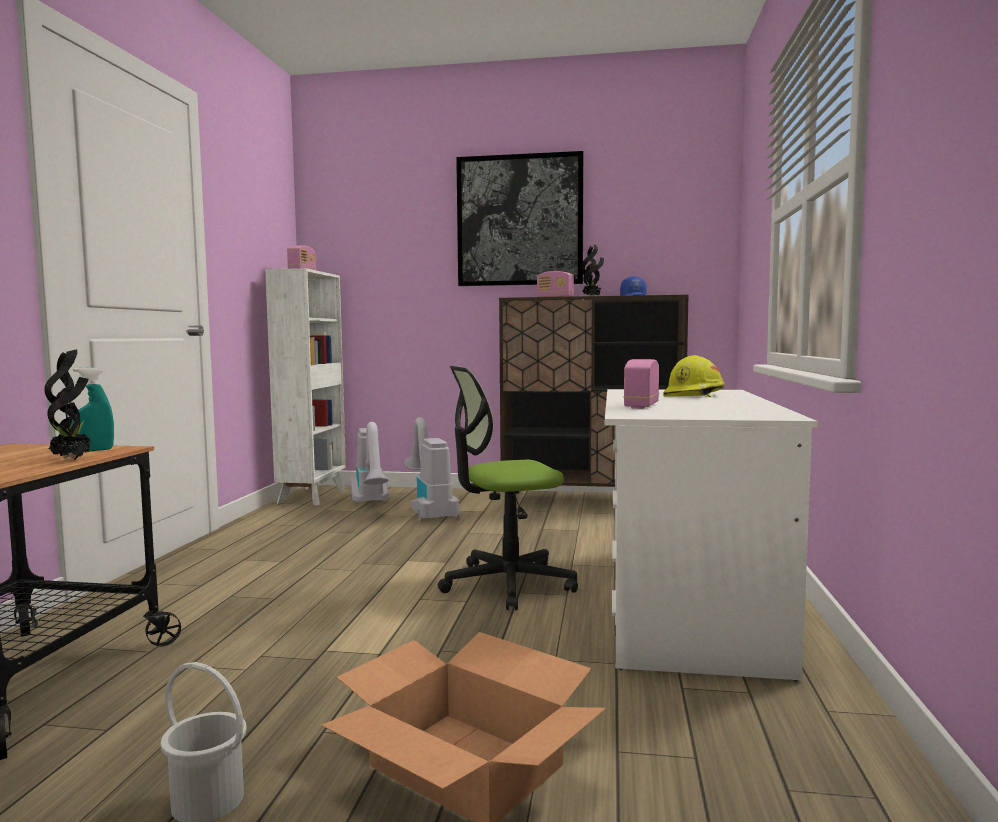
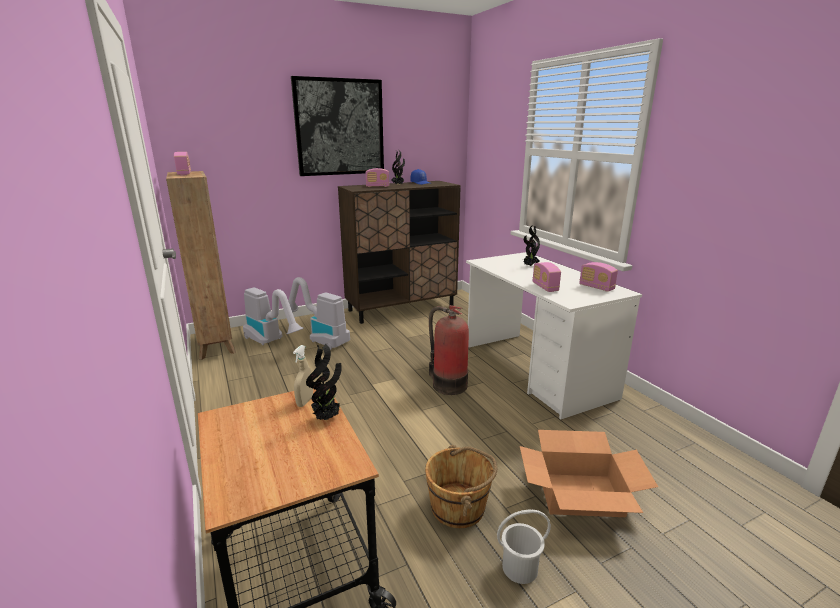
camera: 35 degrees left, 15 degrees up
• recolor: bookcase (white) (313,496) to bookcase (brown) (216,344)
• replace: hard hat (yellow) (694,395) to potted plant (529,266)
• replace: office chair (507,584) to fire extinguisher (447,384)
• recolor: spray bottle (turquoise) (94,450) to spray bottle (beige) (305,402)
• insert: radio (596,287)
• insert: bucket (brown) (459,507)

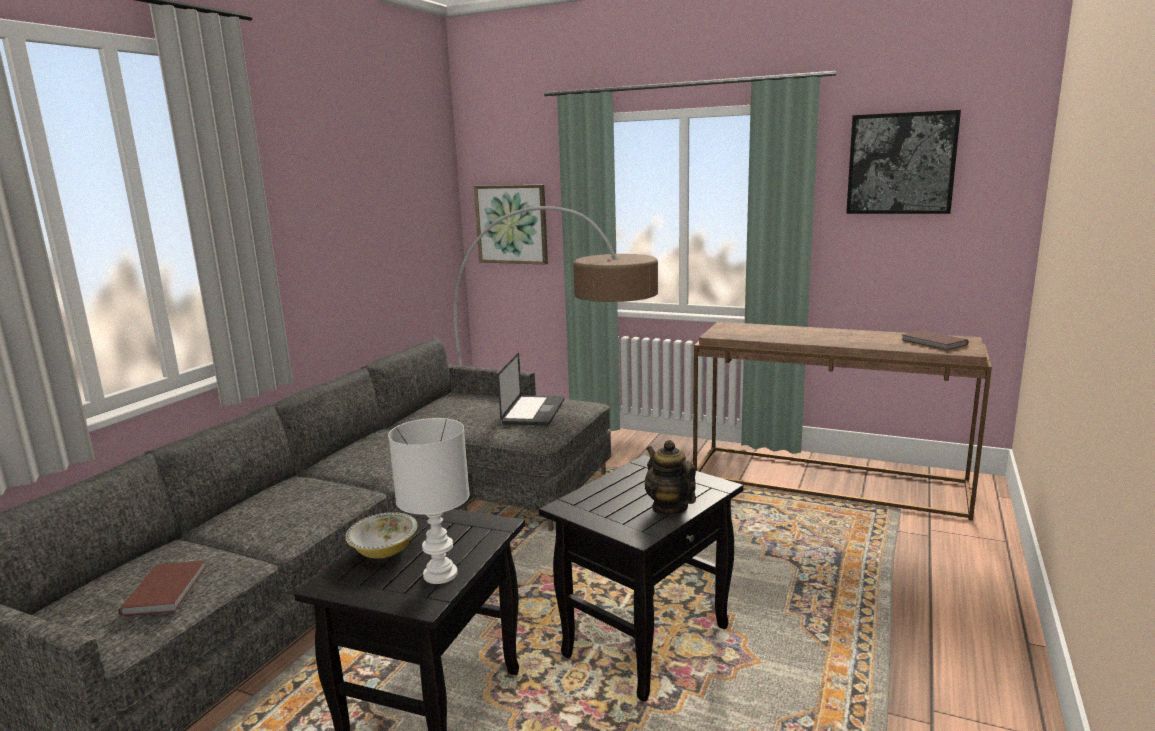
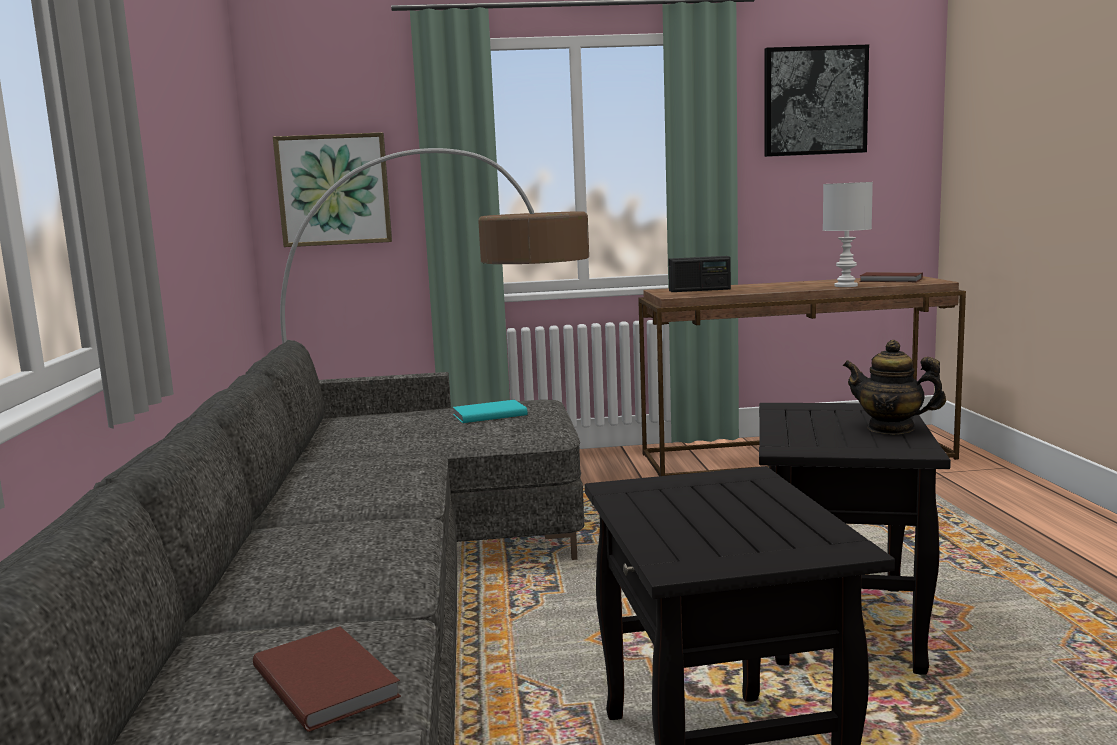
camera: 30 degrees left, 5 degrees down
• replace: laptop (533,412) to book (turquoise) (488,414)
• move: table lamp (white) (441,575) to (847,286)
• delete: bowl (384,551)
• insert: radio (699,290)

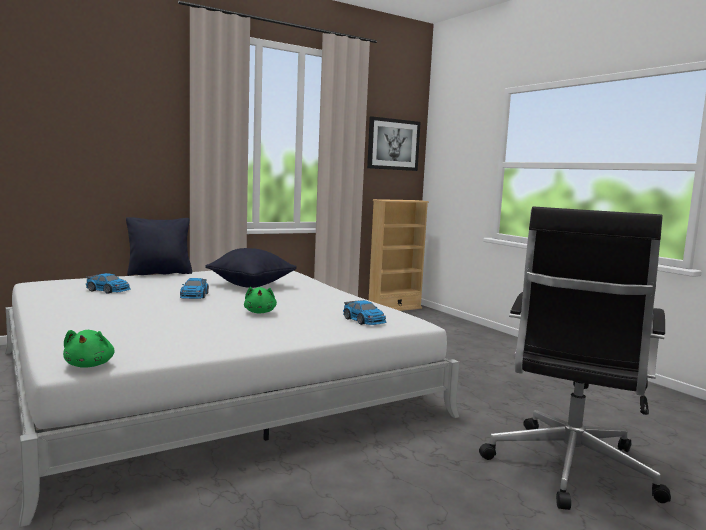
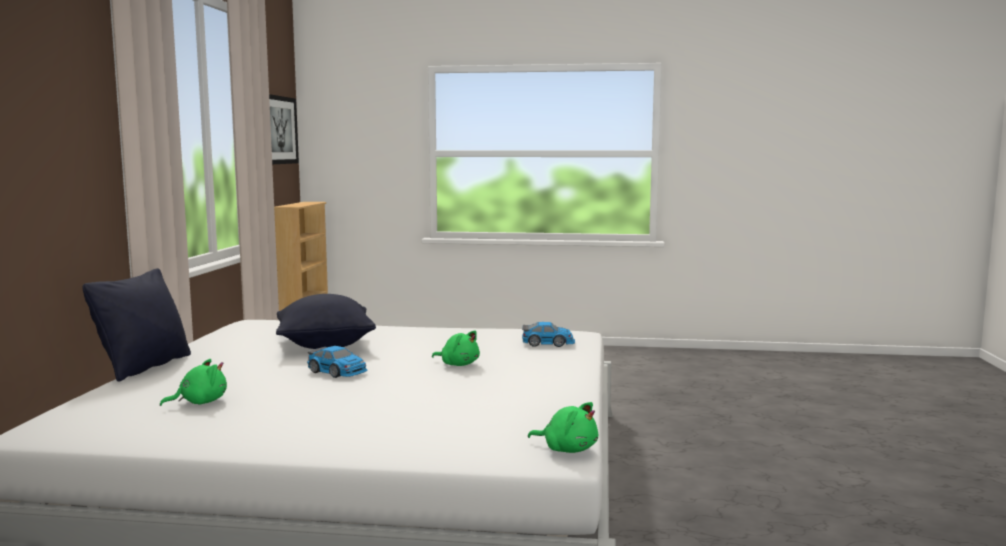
camera: 50 degrees left, 0 degrees up
• delete: office chair (black) (569,469)
• replace: toy car (108,290) to plush toy (green) (200,402)

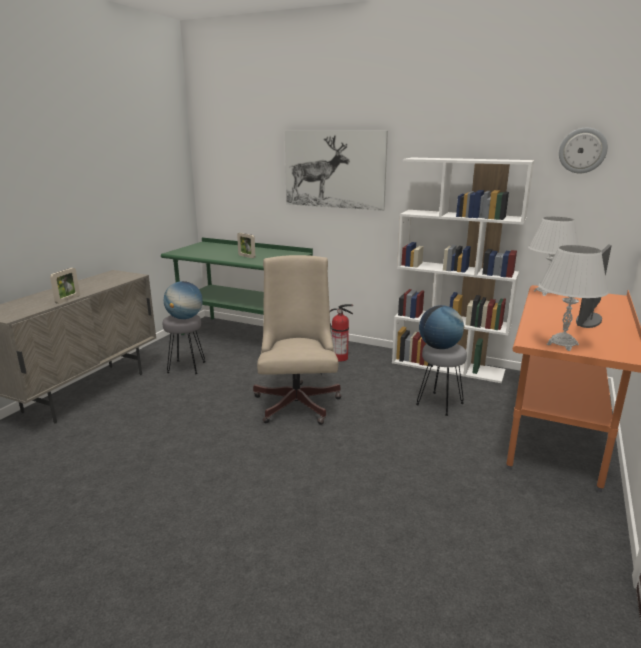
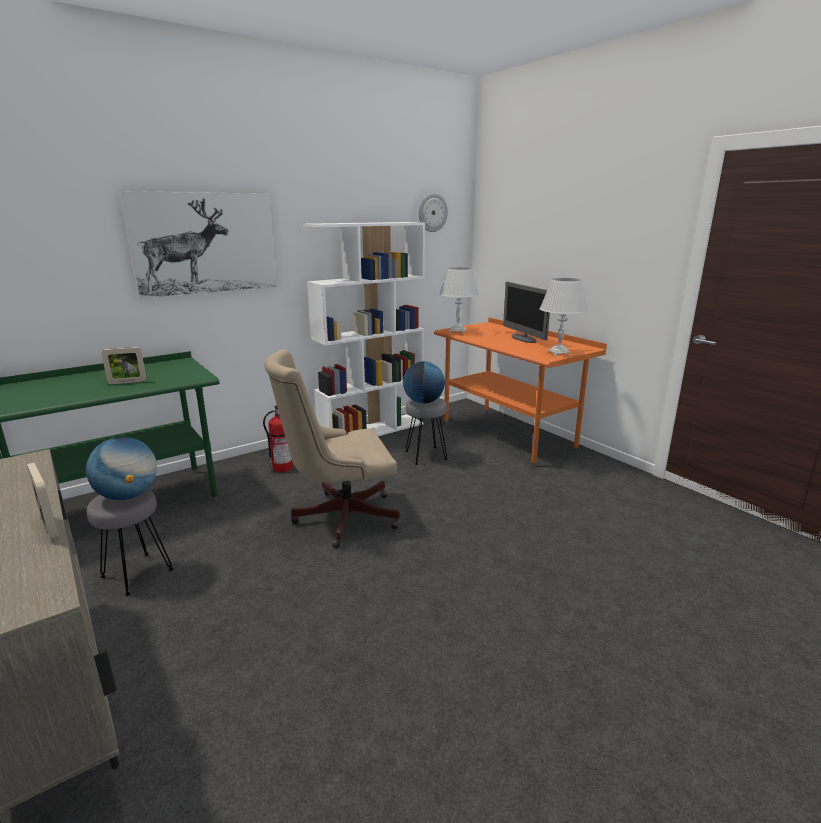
camera: 60 degrees left, 0 degrees up
• rotate: office chair (beige) (298,401) = (339,517) 45 degrees counterclockwise

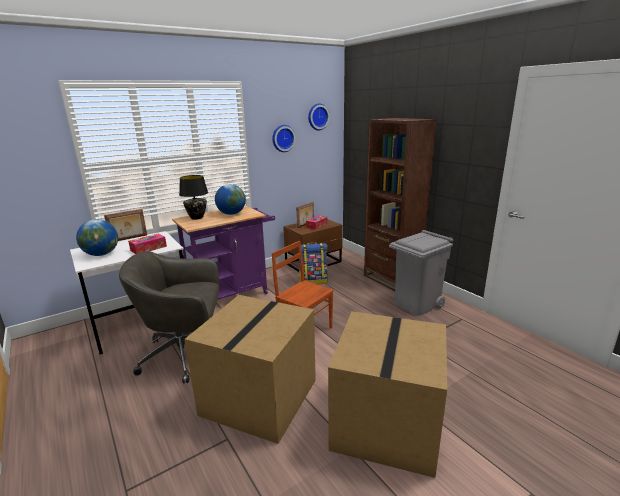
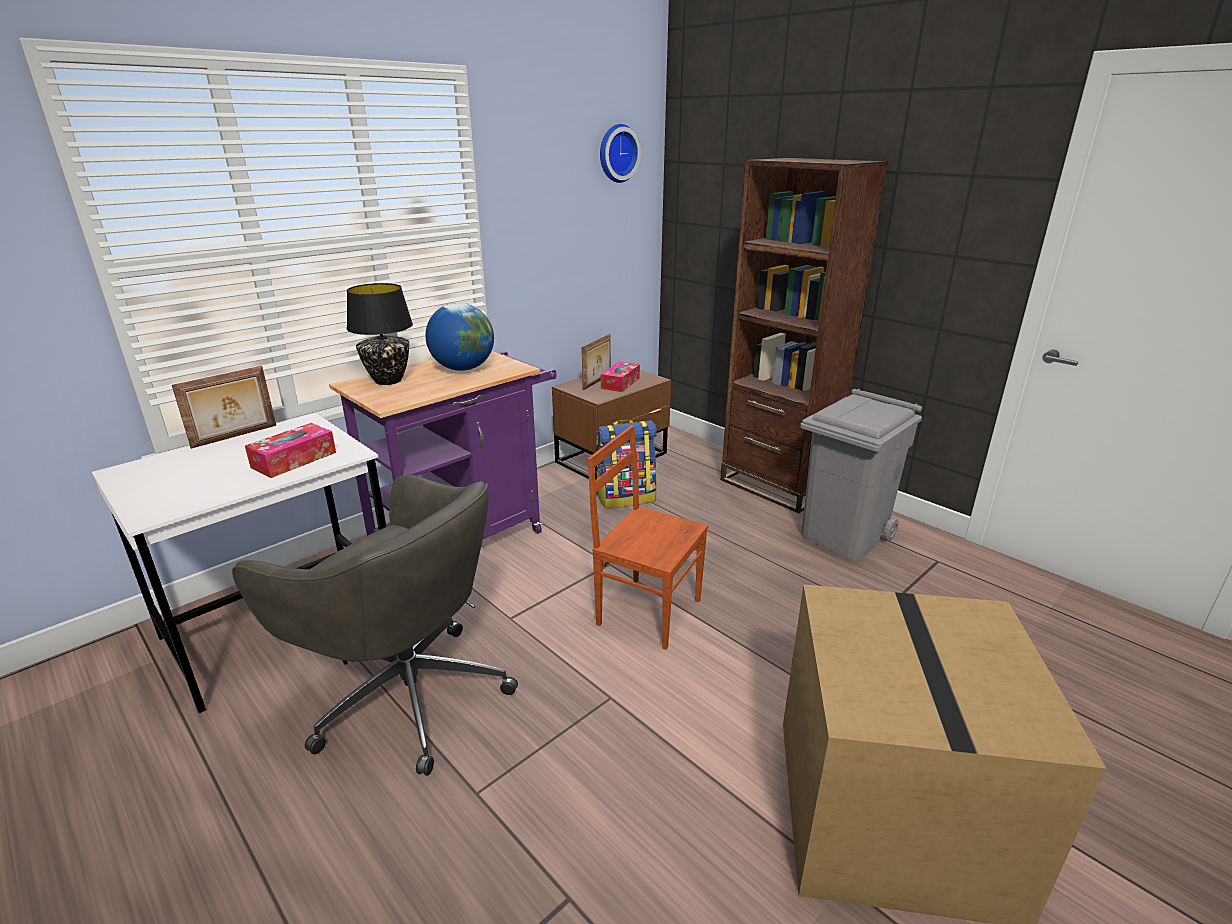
camera: 10 degrees left, 5 degrees up
• delete: wall clock (282,138)
• delete: globe (101,254)
• rotate: office chair (grey) (186,354) = (407,693) 135 degrees counterclockwise
• delete: cardboard box (259,395)

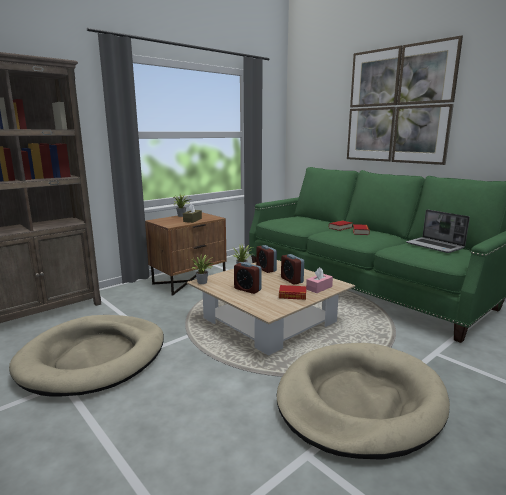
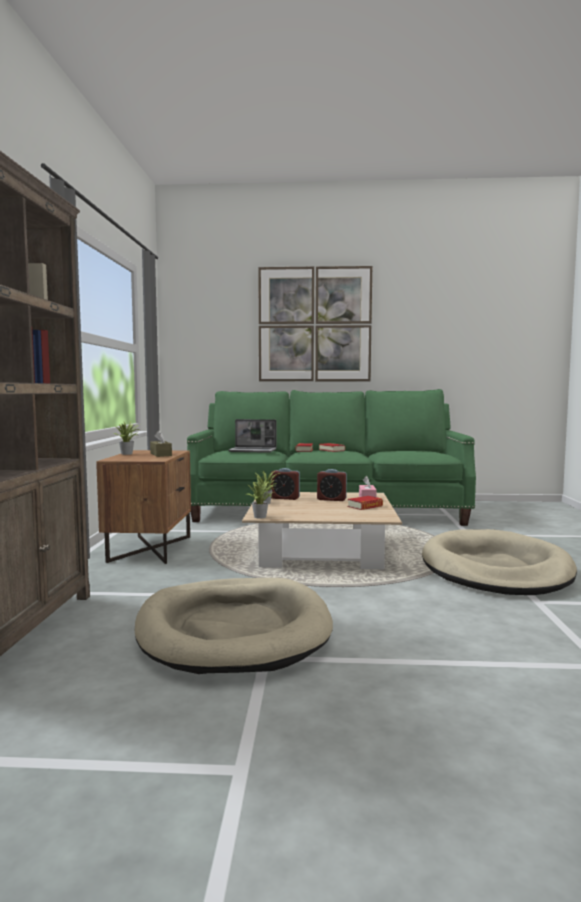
camera: 45 degrees left, 10 degrees down
• move: laptop (435,246) to (253,451)
• delete: alarm clock (247,289)

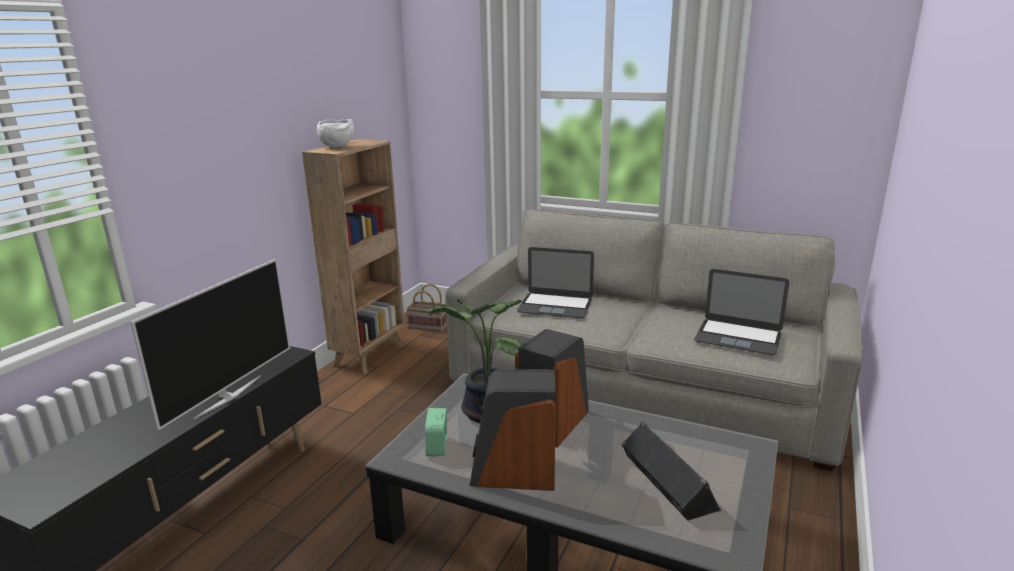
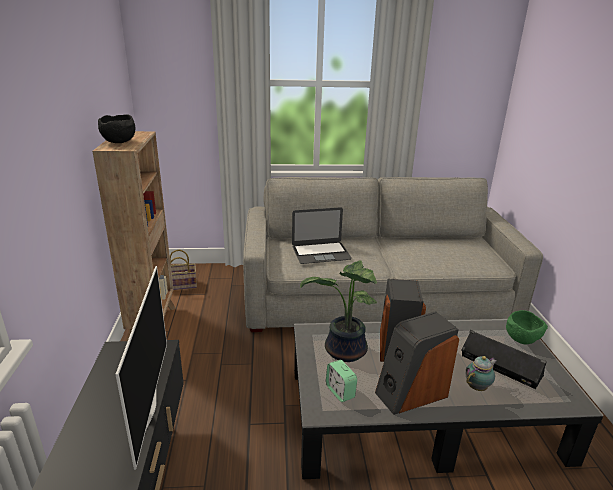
camera: 30 degrees left, 5 degrees up
• recolor: bowl (white) (338,147) to bowl (black) (120,142)
• delete: laptop (738,337)
• insert: bowl (green) (522,339)
• insert: teapot (478,387)

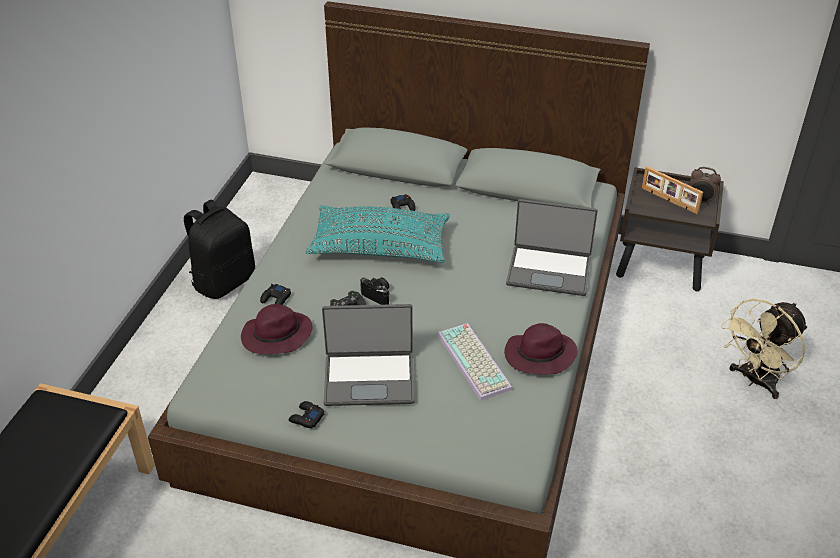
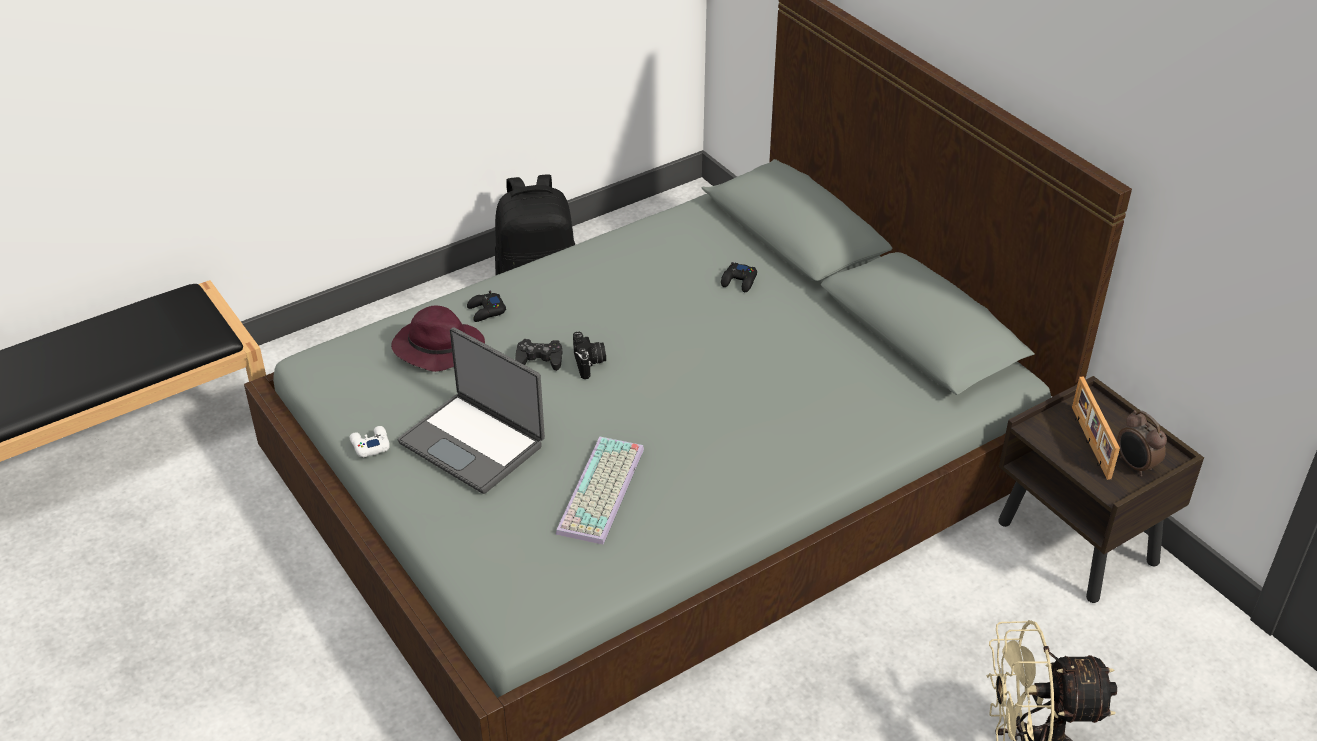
camera: 40 degrees right, 0 degrees up
• delete: laptop (549,270)
• delete: pillow (turquoise) (380,247)
• delete: hat (purple) (539,356)
• recolor: game controller (black) (306,418) to game controller (white) (370,445)

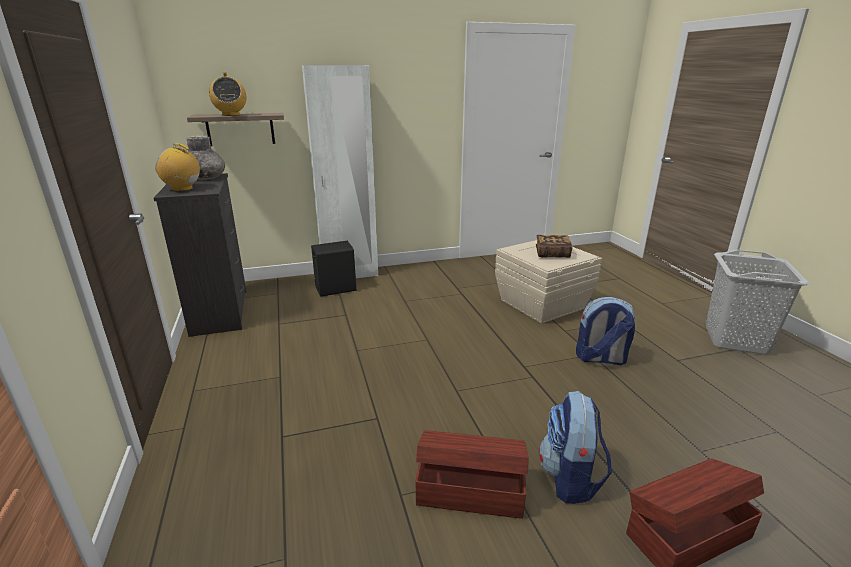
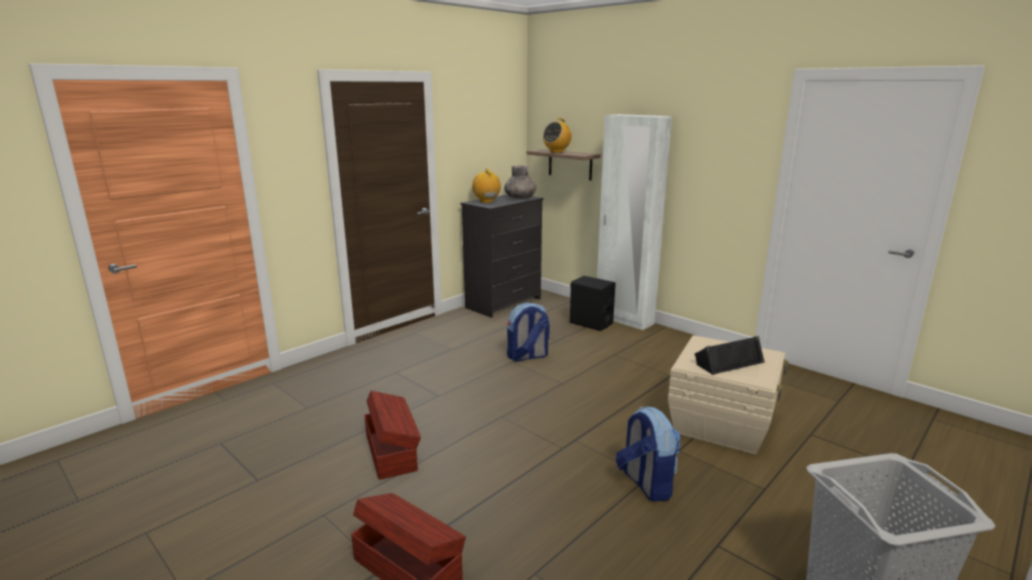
camera: 60 degrees right, 5 degrees down
• replace: book (552,254) to speaker (black) (728,362)
• move: backpack (570,478) to (527,356)

